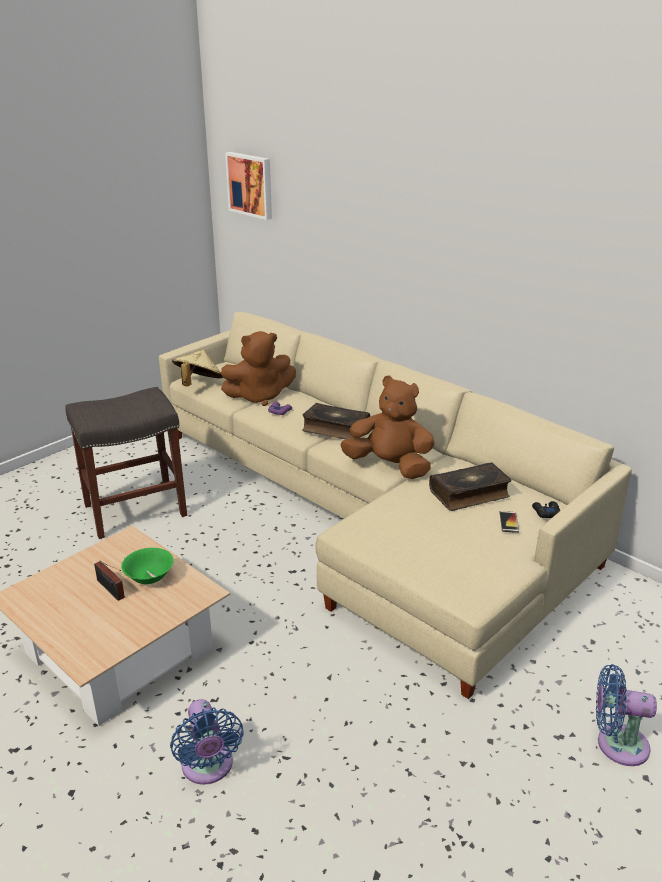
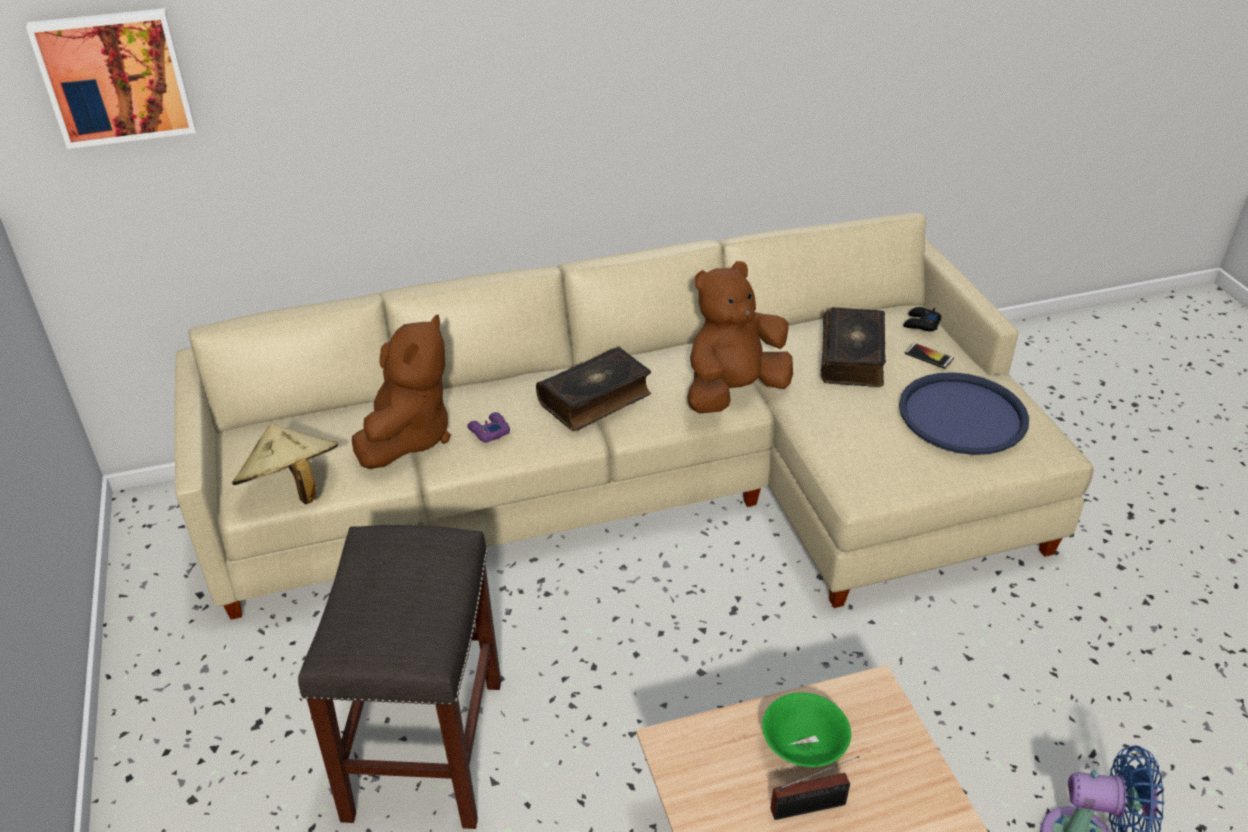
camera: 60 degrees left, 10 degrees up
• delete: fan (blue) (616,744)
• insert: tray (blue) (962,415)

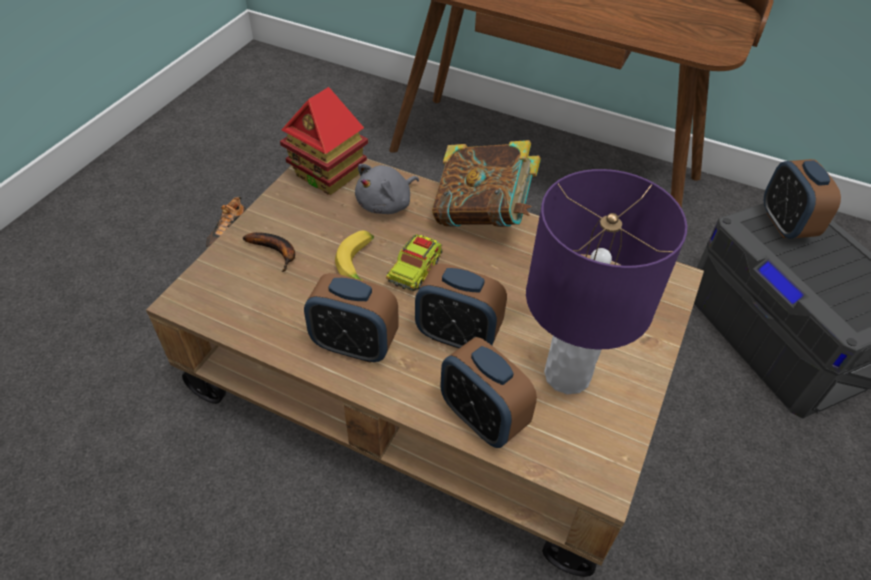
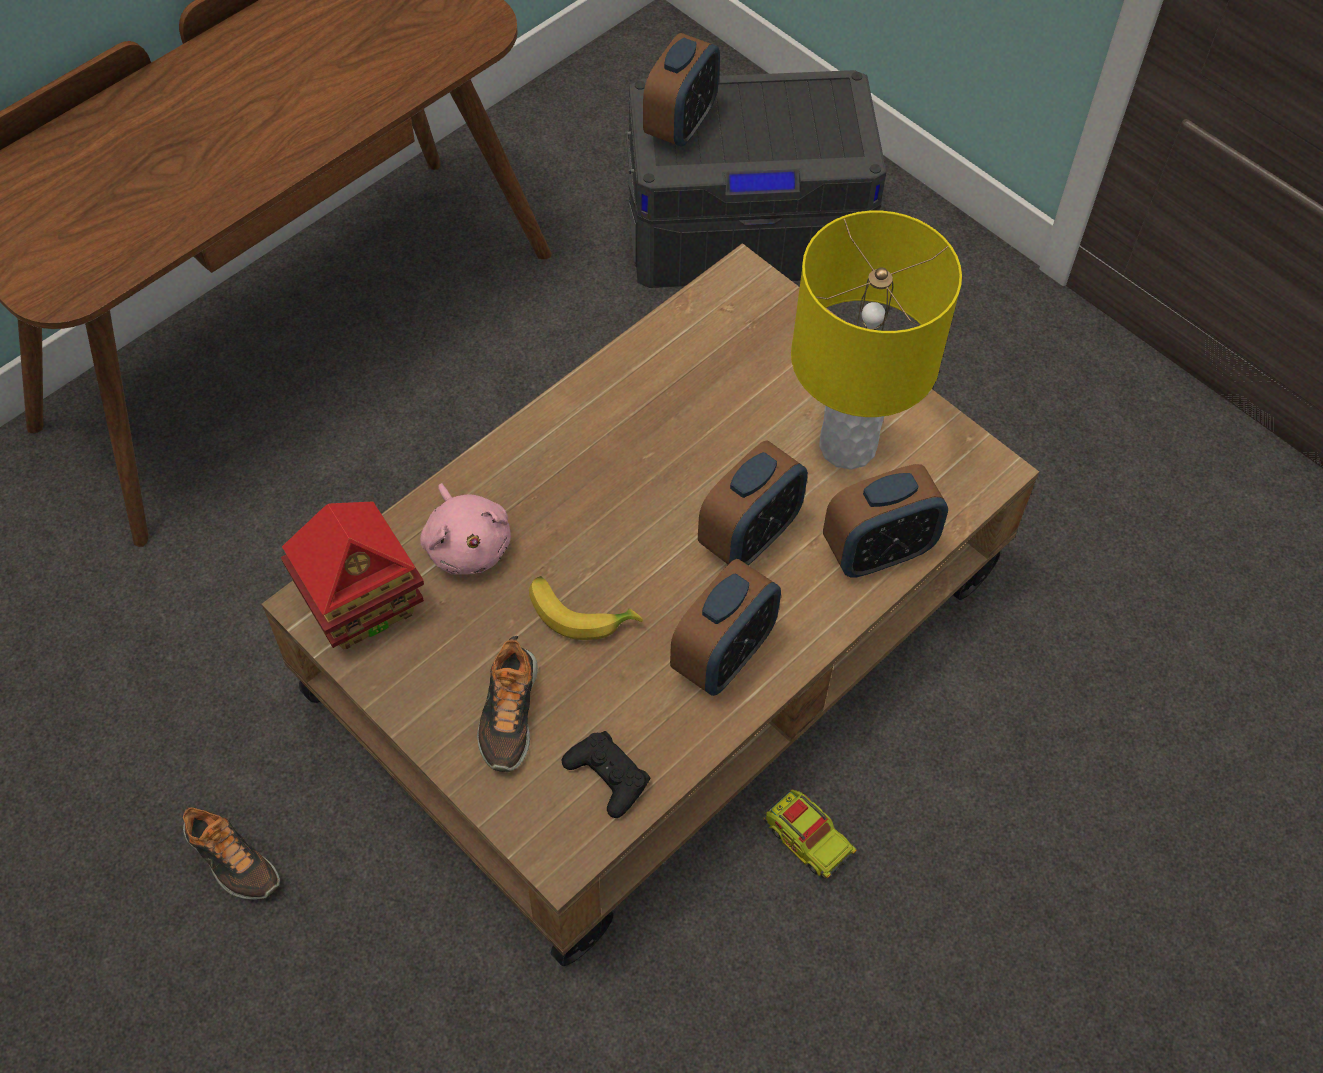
camera: 70 degrees left, 10 degrees up
• delete: book (482,215)
• rotate: alarm clock (785,224) = (680,124) 75 degrees counterclockwise
• recolor: plush toy (grey) (386,204) to plush toy (pink) (467,544)
• recolor: table lamp (purple) (567,374) to table lamp (yellow) (847,445)
• replace: banana (276,252) to shoe (508,713)
• move: toy truck (415,270) to (807,839)
• insert: game controller (black) (607,776)

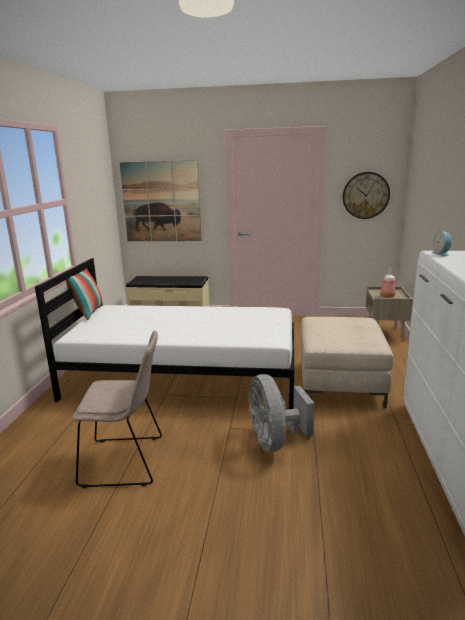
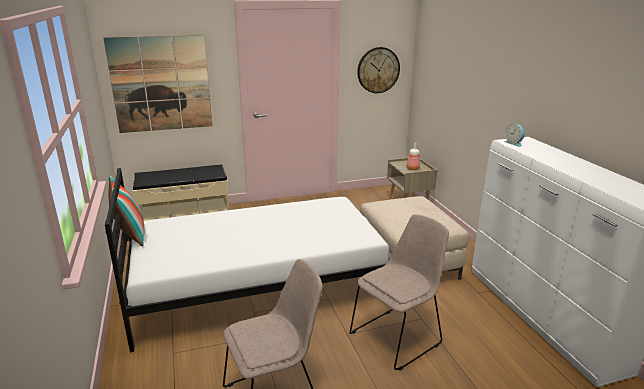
camera: 25 degrees left, 5 degrees up
• replace: fan (grey) (275,441) to chair (beige) (397,337)

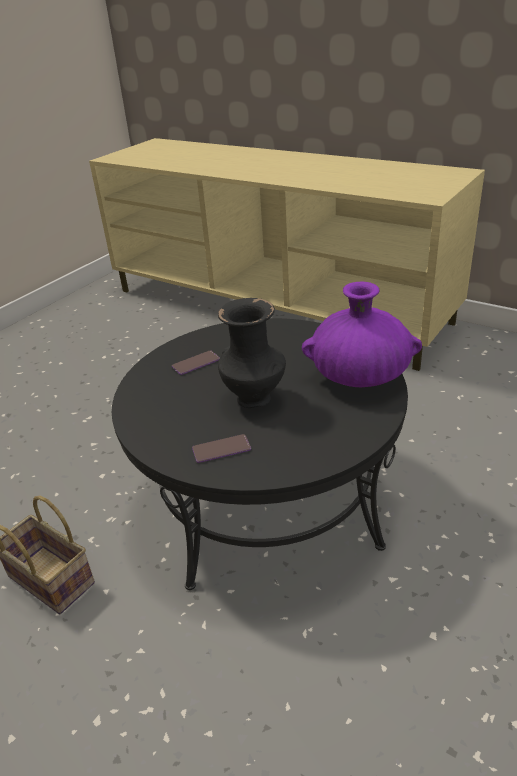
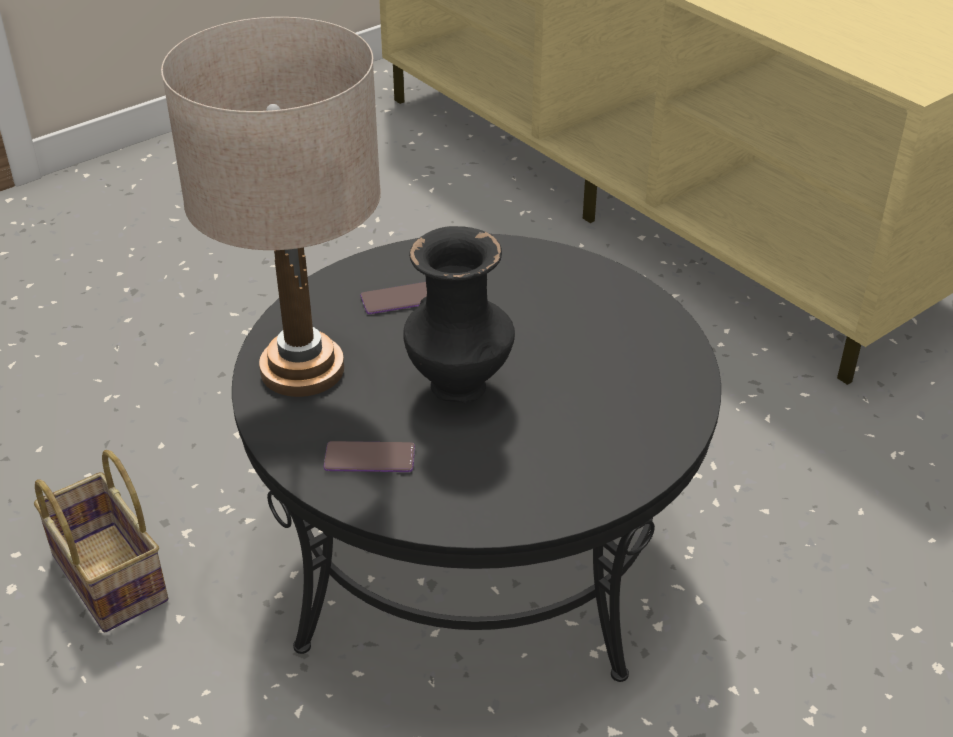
camera: 15 degrees right, 5 degrees up
• delete: vase (purple) (360,377)
• insert: table lamp (beige) (301,370)

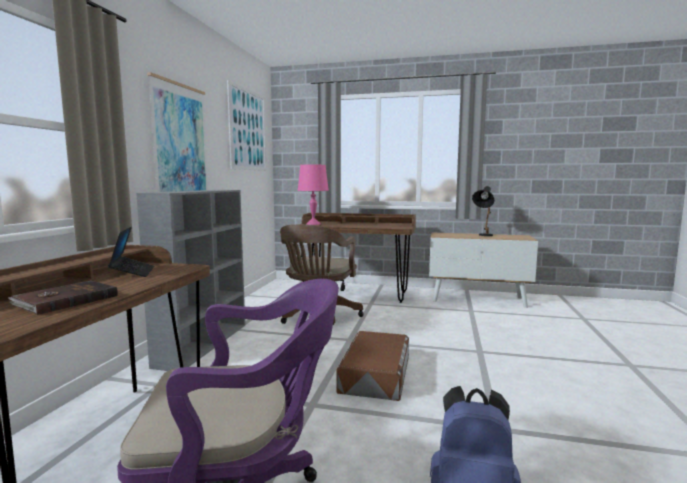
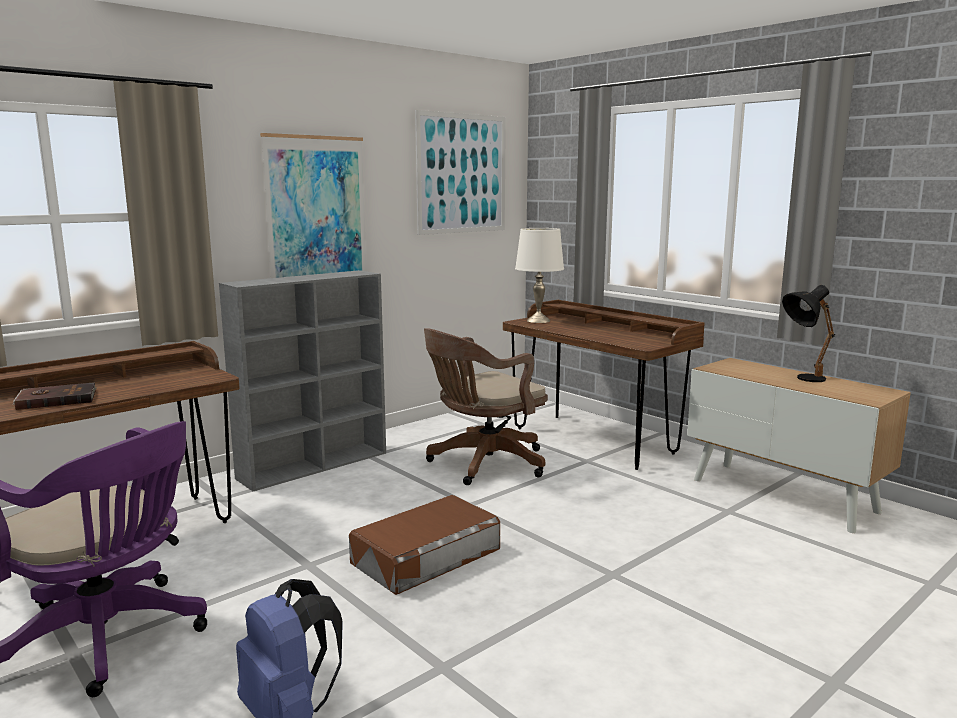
camera: 35 degrees right, 5 degrees up
• recolor: table lamp (pink) (313,224) to table lamp (white) (538,320)
• delete: laptop (133,272)

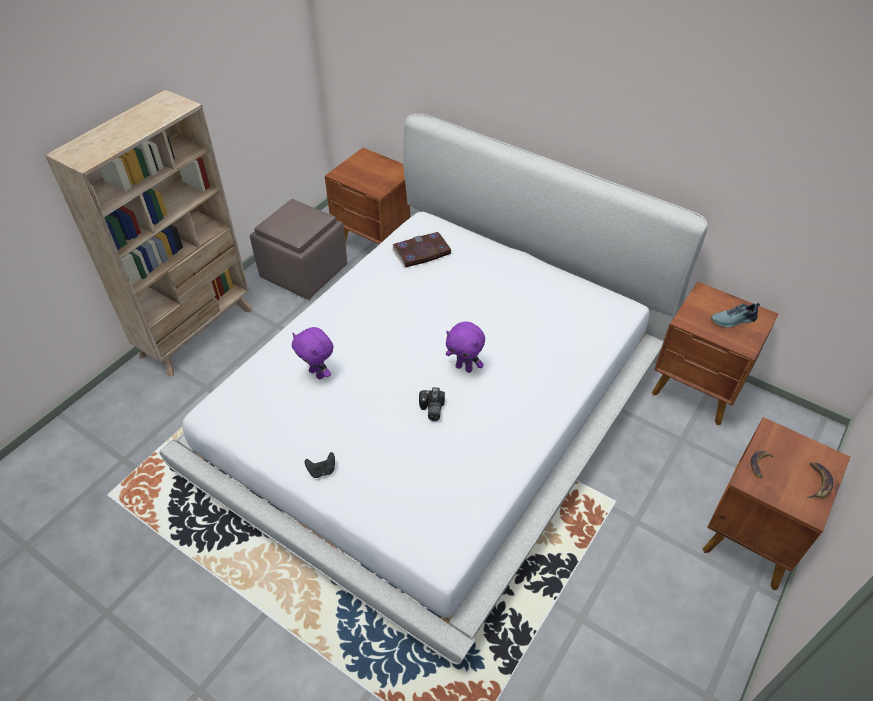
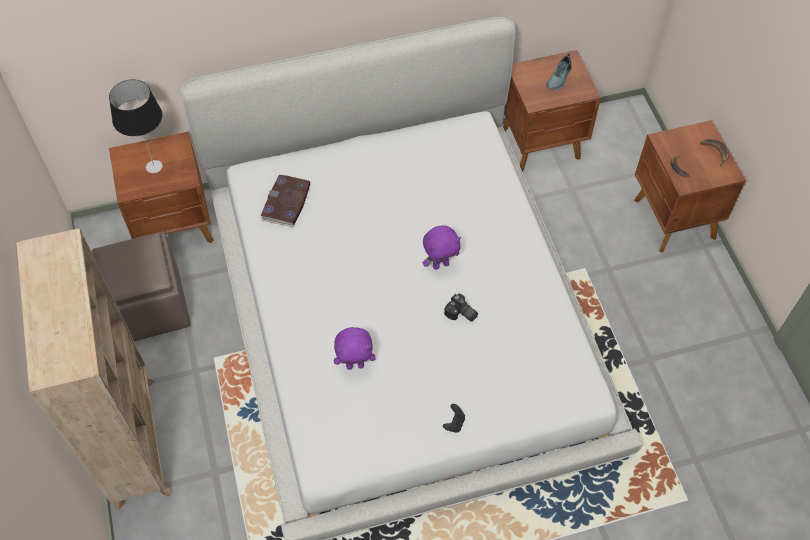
camera: 50 degrees left, 10 degrees up
• insert: table lamp (154,167)

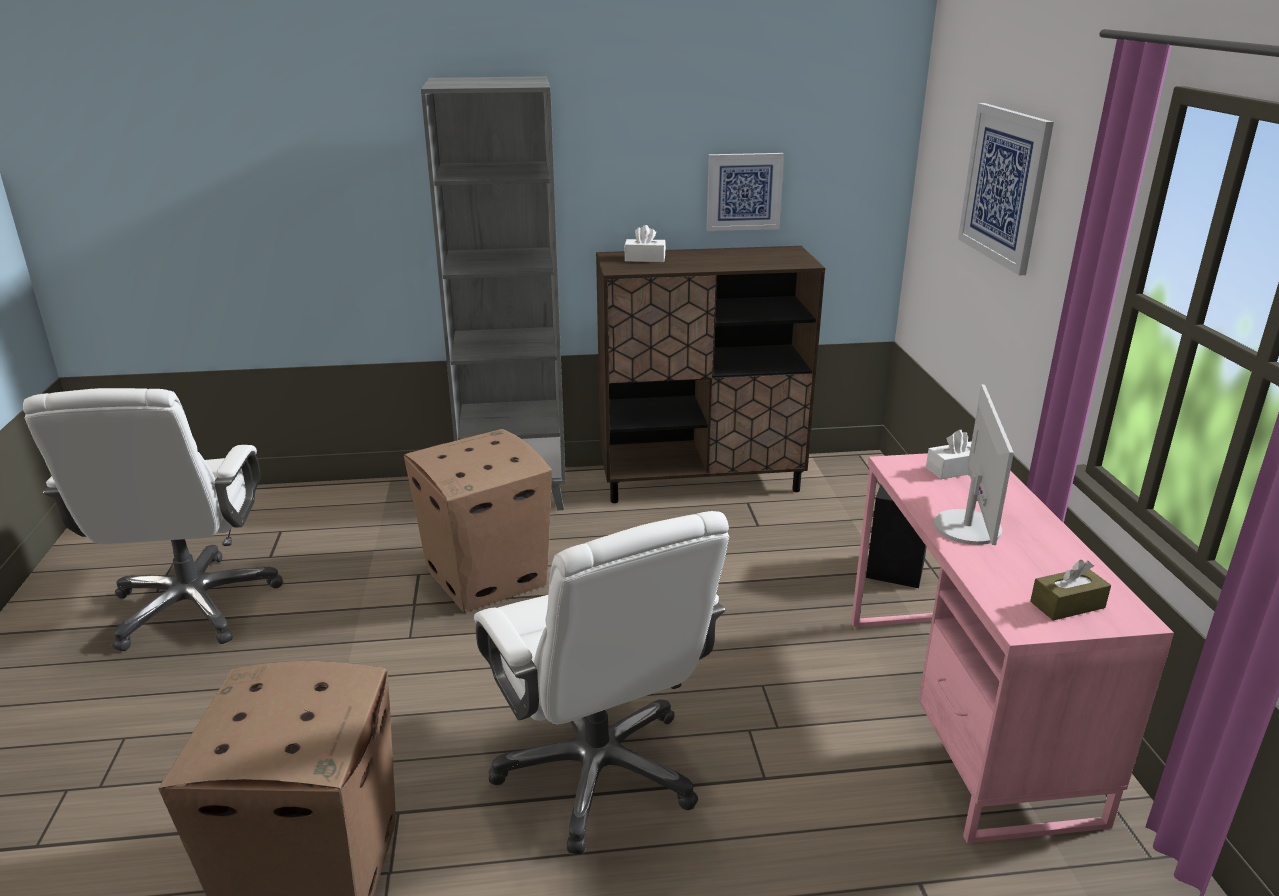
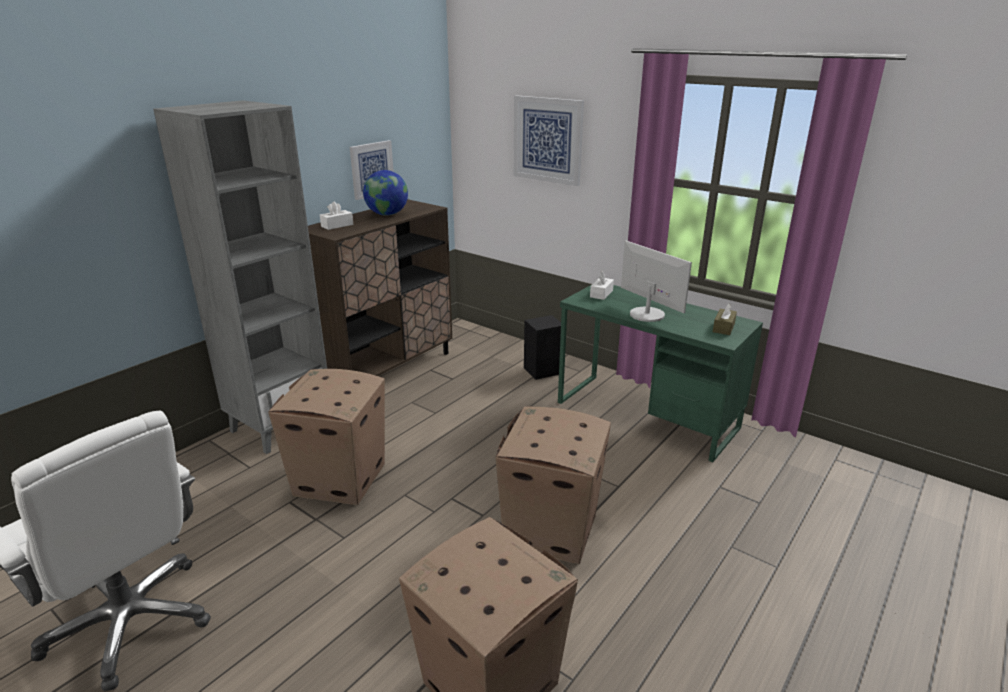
camera: 45 degrees left, 0 degrees up
• recolor: desk (pink) (963,712) to desk (green) (646,415)
• replace: office chair (white) (599,771) to cardboard box (550,531)
• insert: globe (387,214)

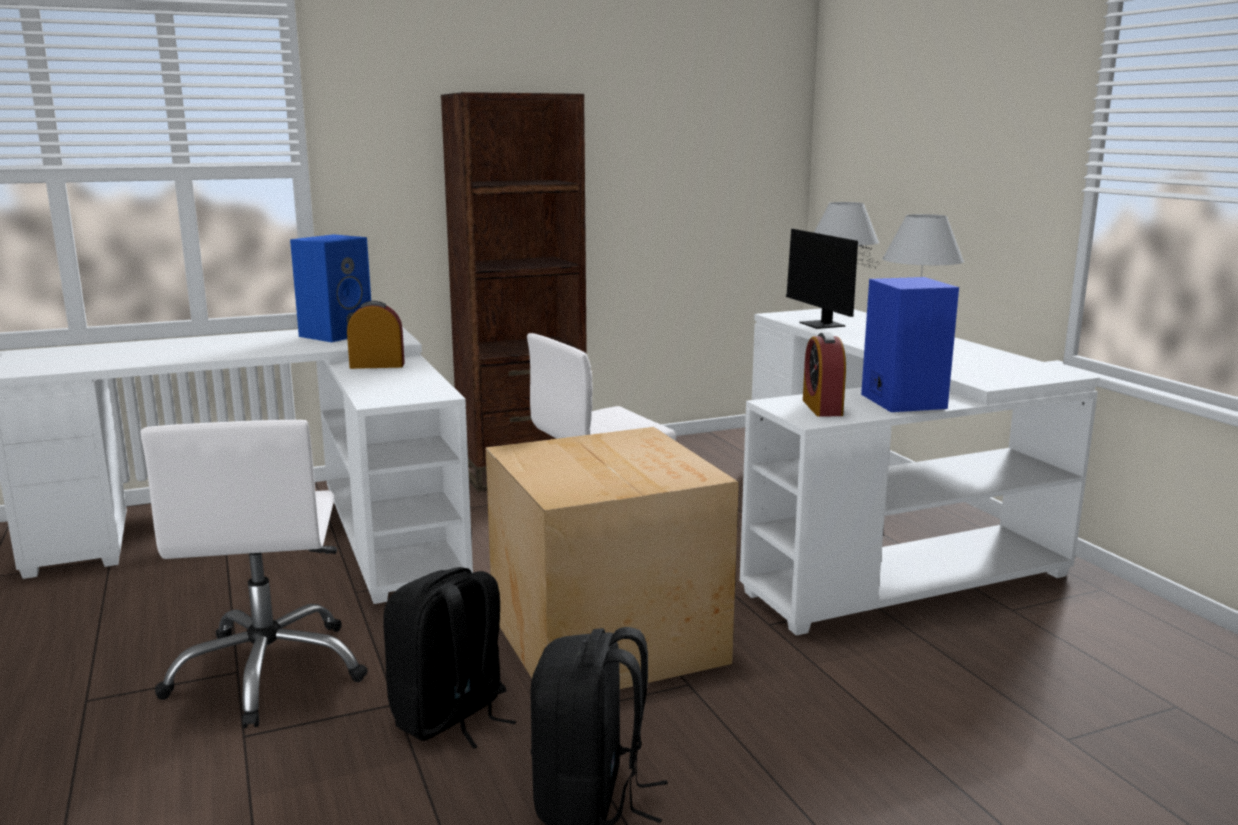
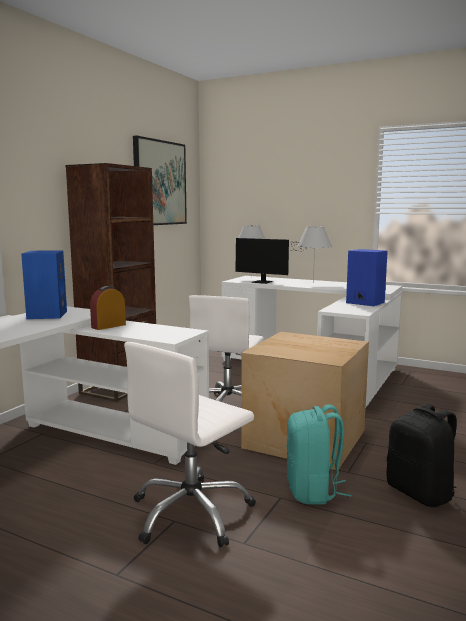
camera: 40 degrees left, 5 degrees down
• delete: alarm clock (822,407)
• rotate: office chair (white) (269,672) = (191,513) 90 degrees clockwise
• recolor: backpack (black) (450,717) to backpack (turquoise) (313,491)
• insert: picture (159,183)

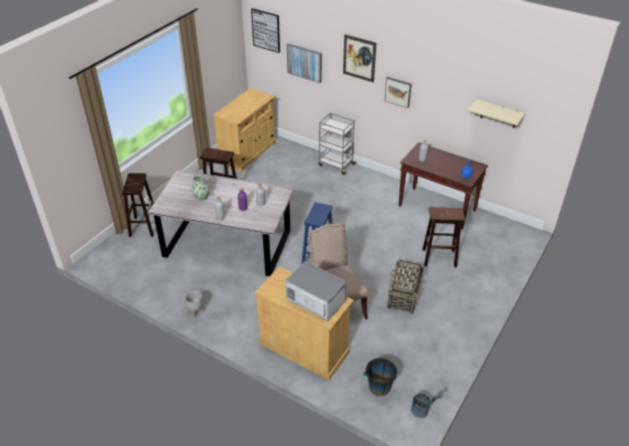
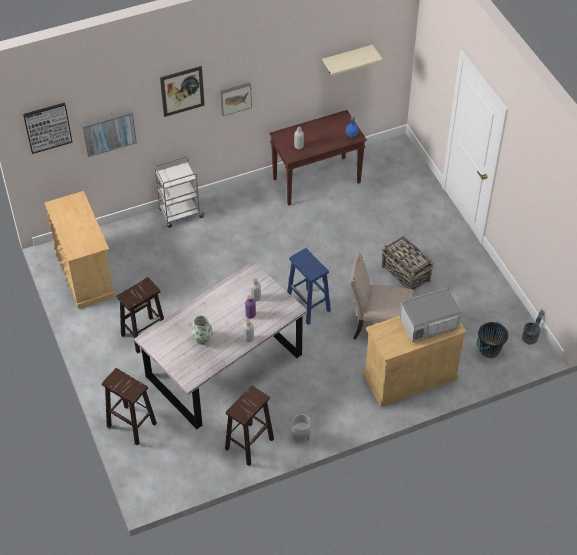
camera: 55 degrees left, 10 degrees up
• move: stool (brown) (438,258) to (249,445)

